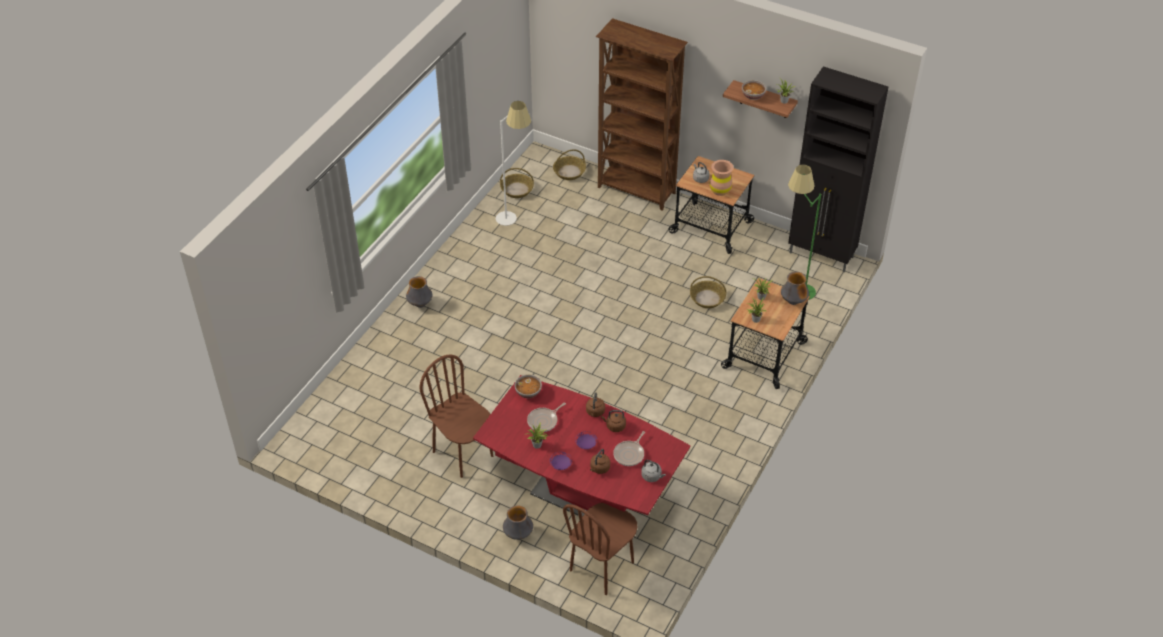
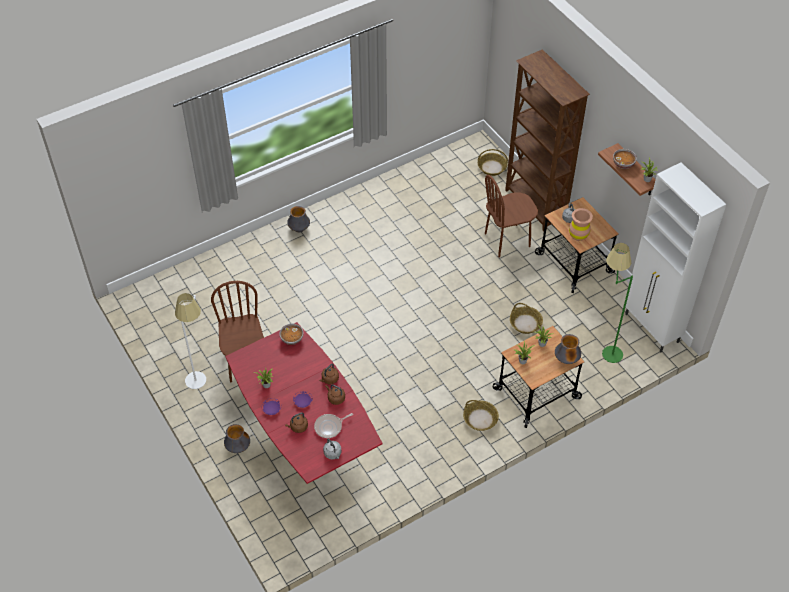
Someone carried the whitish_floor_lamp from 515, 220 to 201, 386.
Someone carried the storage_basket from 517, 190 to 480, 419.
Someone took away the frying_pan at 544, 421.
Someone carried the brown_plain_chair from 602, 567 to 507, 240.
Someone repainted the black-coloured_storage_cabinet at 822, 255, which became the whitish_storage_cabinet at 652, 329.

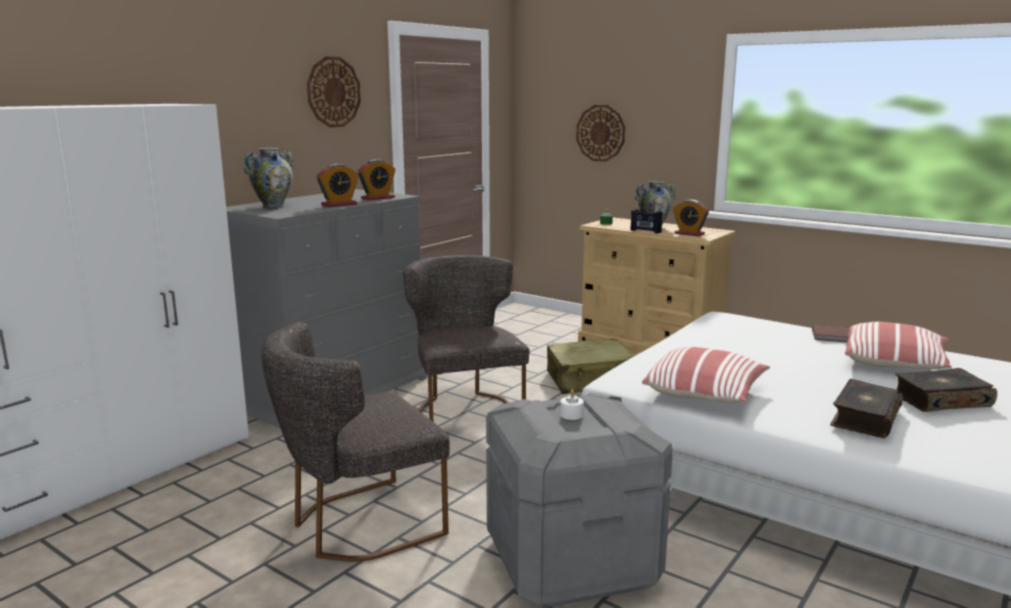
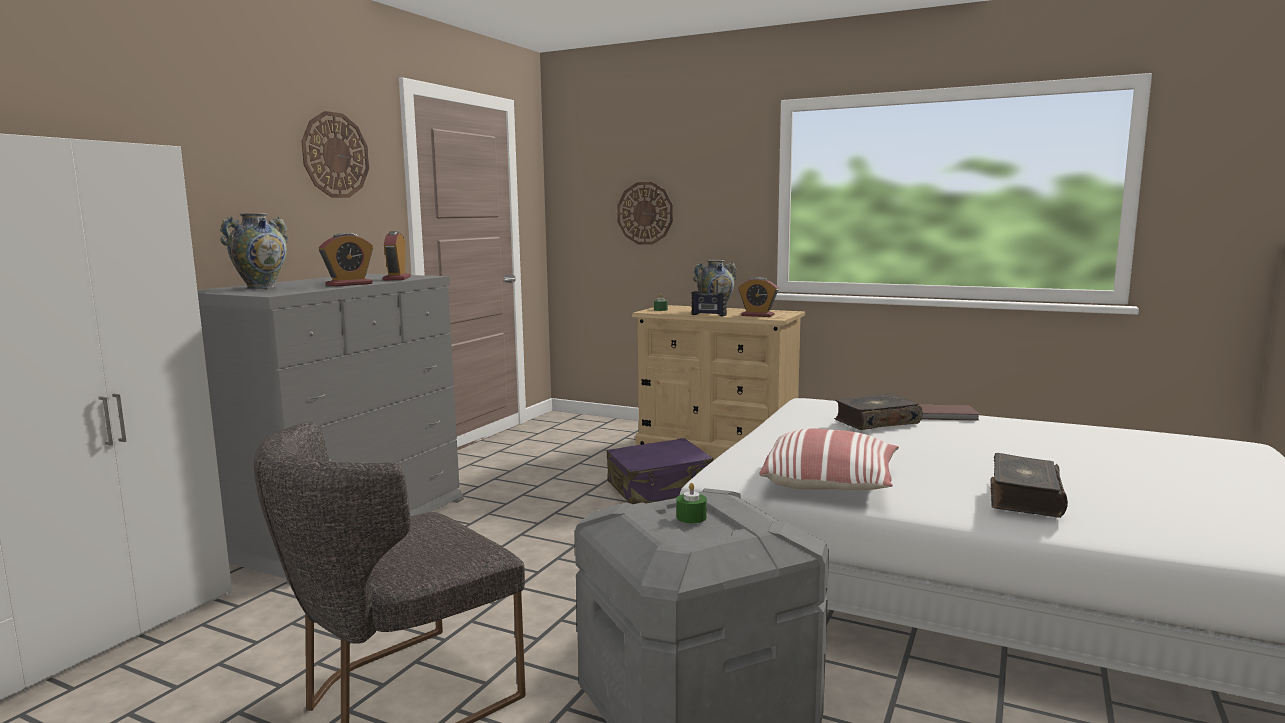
Someone rotated the bedside_clock at 378, 198 by 135 degrees clockwise.
Someone took away the grey_plain_chair at 465, 410.
Someone repainted the beige_travel_case at 590, 380, which became the purplish_travel_case at 660, 488.
Someone repainted the whitish_wax_candle at 571, 414, which became the green_wax_candle at 691, 517.
Someone took away the throw_pillow at 894, 363.
Someone carried the volume from 940, 400 to 876, 422.

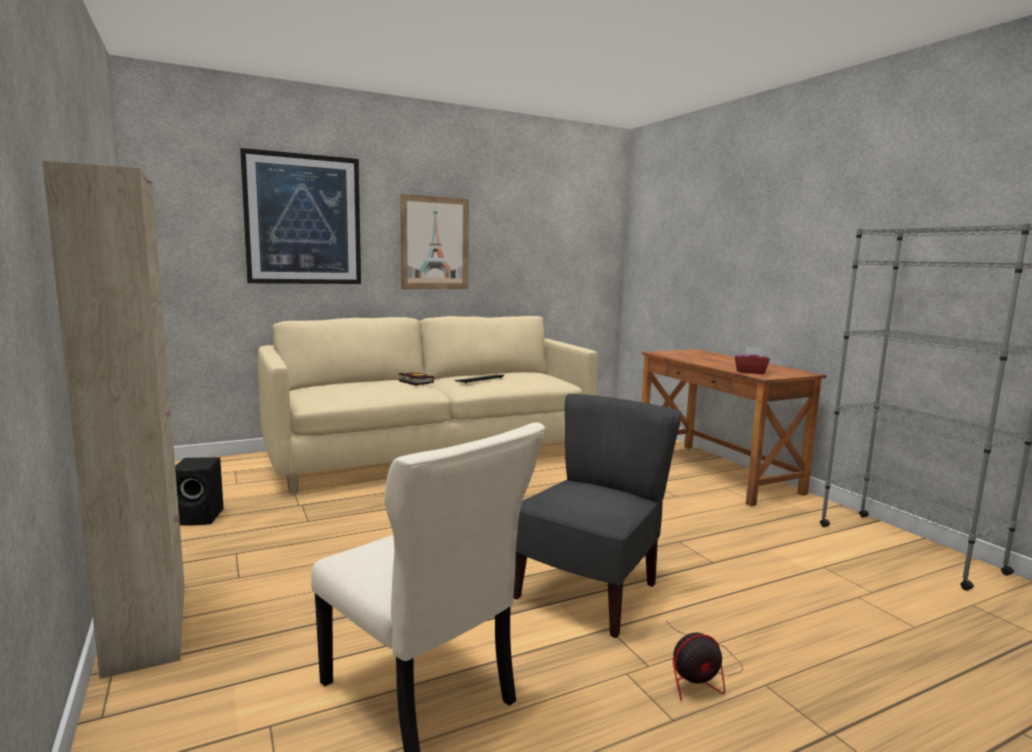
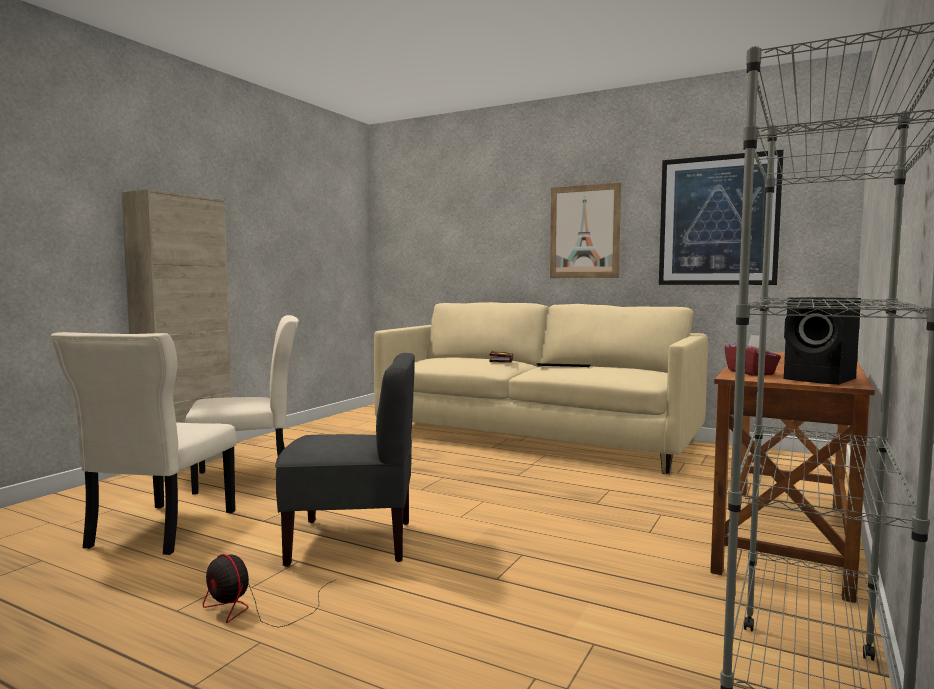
Someone carried the black-coloured_speaker from 201, 517 to 822, 380.
Someone carried the wall_art from 303, 220 to 718, 220.
Someone put down the beige_plain_chair at 249, 478.

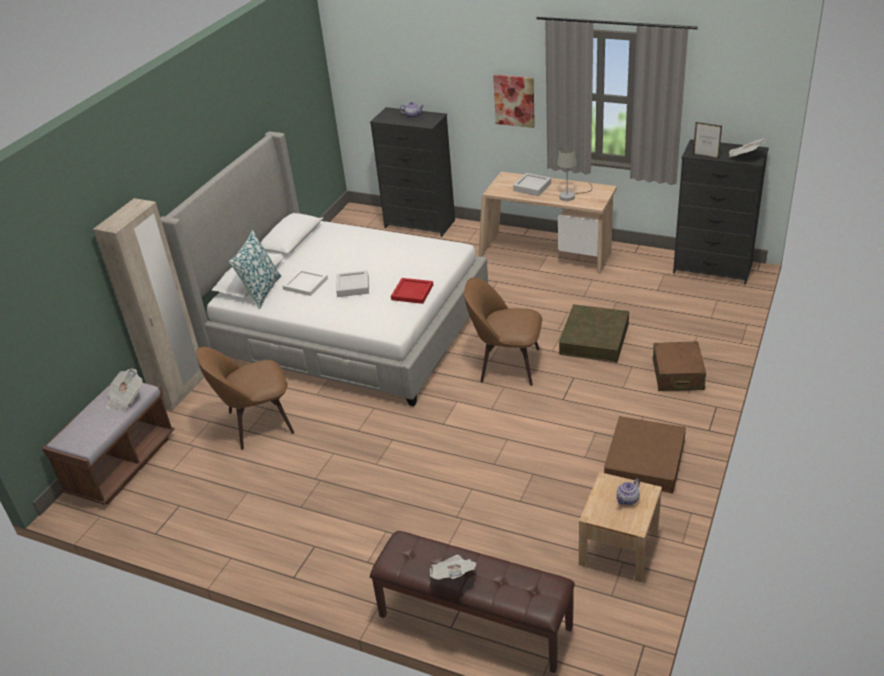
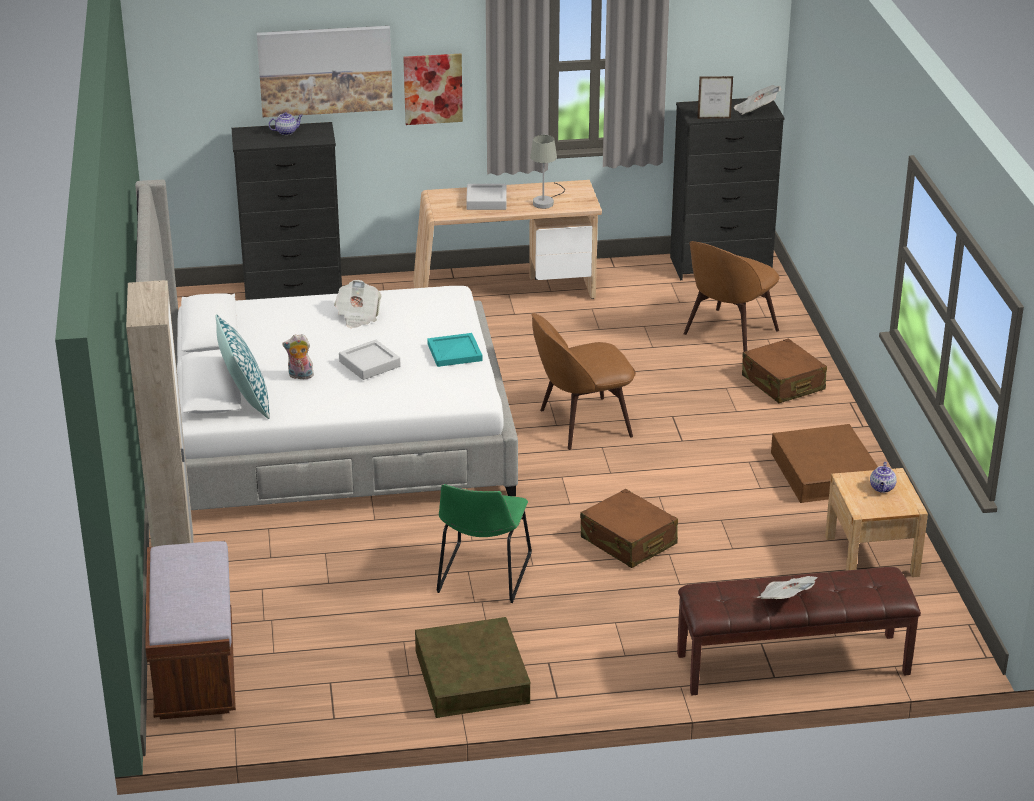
Someone carried the daily_paper from 125, 398 to 358, 316.
Someone carried the brown_plain_chair from 257, 423 to 728, 334.
Someone swapped the whitish_serving_tray at 306, 284 for the cuddly_toy at 300, 376.
Someone repainted the reddish_serving_tray at 411, 292, which became the turquoise_serving_tray at 454, 353.
Someone carried the brown_storage_bin from 594, 339 to 472, 677.
Someone put up the wall_art at 325, 70.
Someone put down the green_plain_chair at 483, 576.
Someone put down the brown_travel_case at 628, 541.

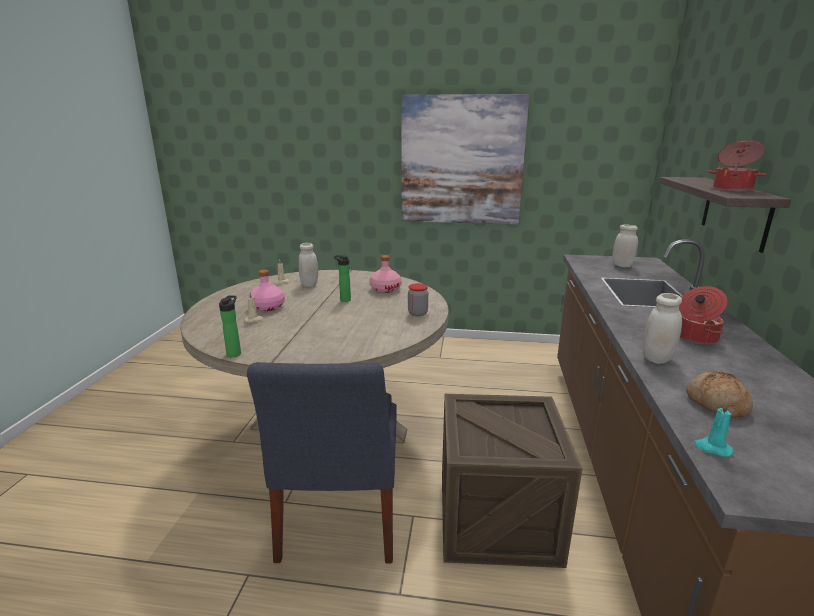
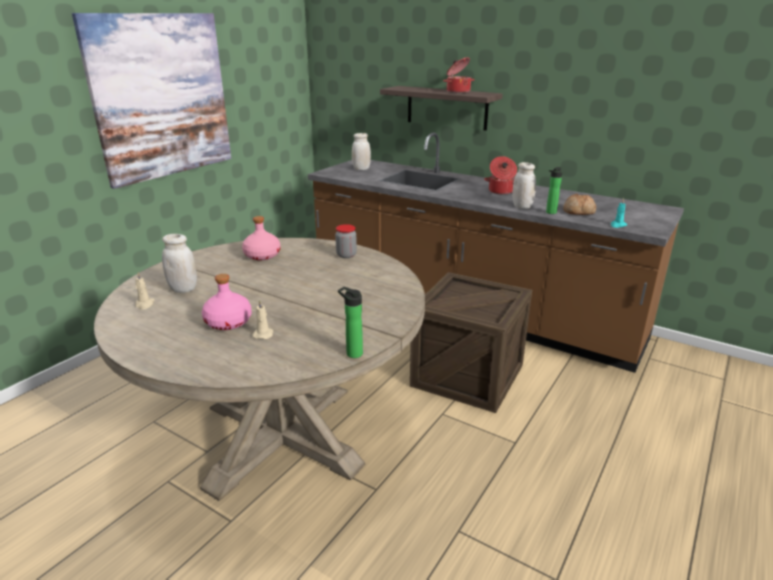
Someone took away the blue-coloured_plain_chair at 339, 518.
Someone carried the drink_bottle from 344, 299 to 550, 213.

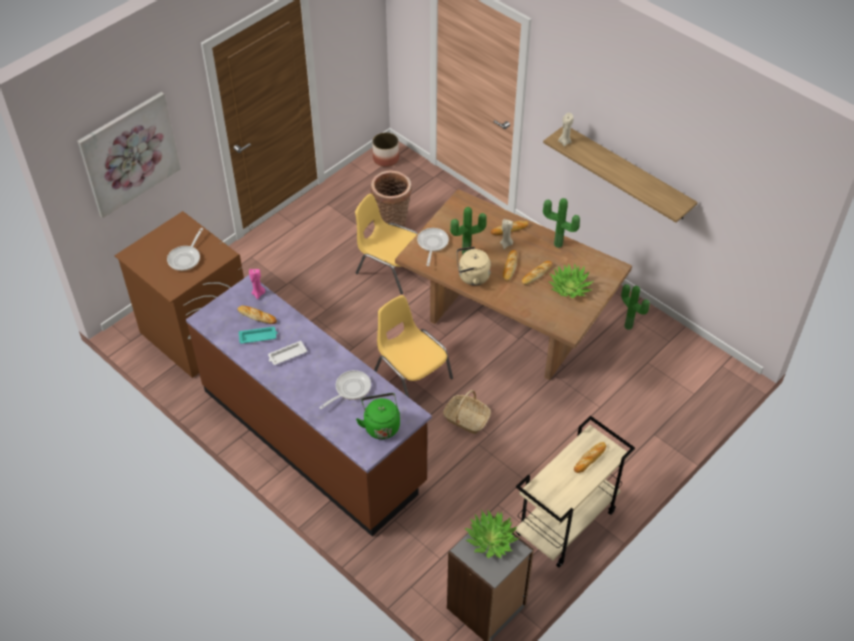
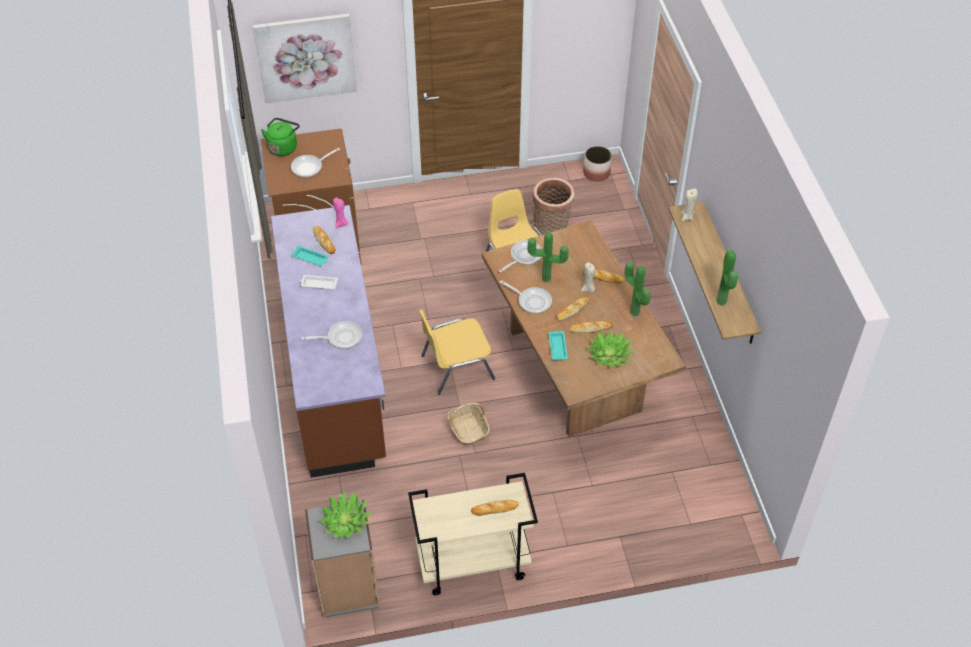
Someone carried the green_water_kettle from 381, 425 to 283, 147.
Someone rotated the yellow_plain_chair at 412, 374 by 105 degrees counterclockwise.
Someone swapped the beige_water_kettle at 471, 277 for the frying_pan at 532, 301.
Someone carried the plant_in_a_pot from 629, 325 to 723, 301.
Someone put down the turquoise_serving_tray at 557, 347.

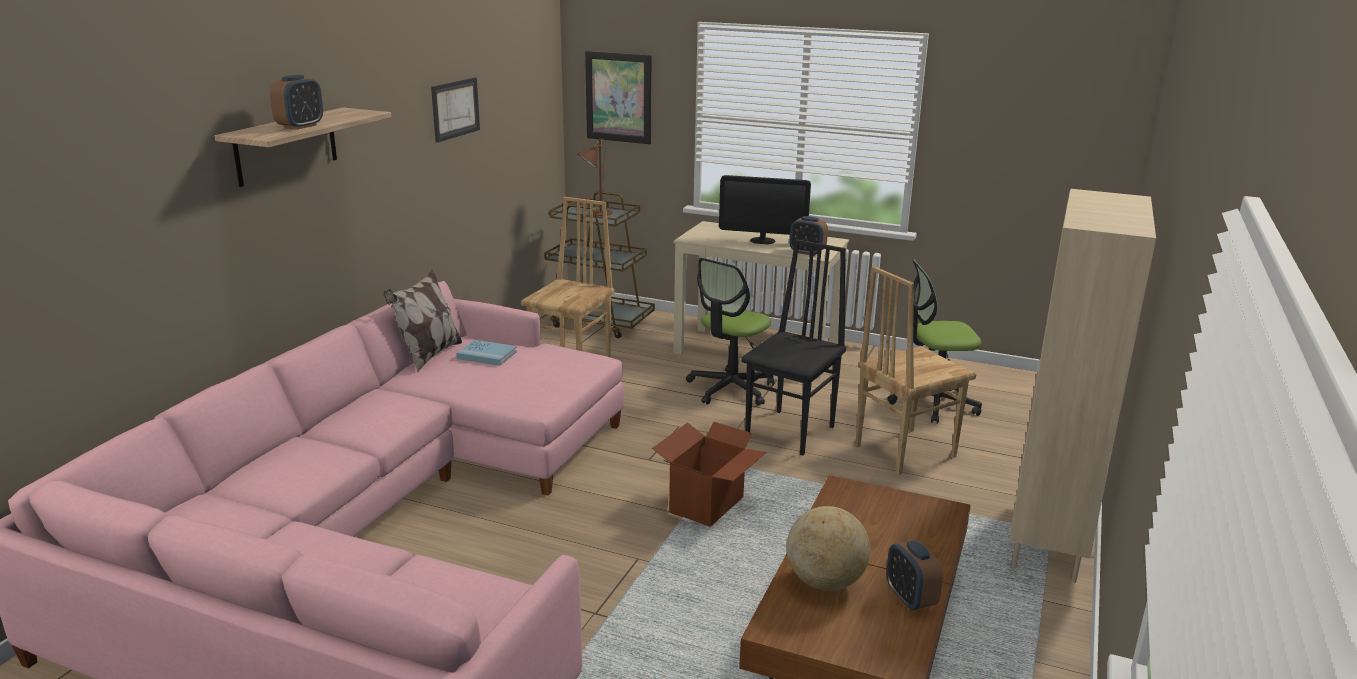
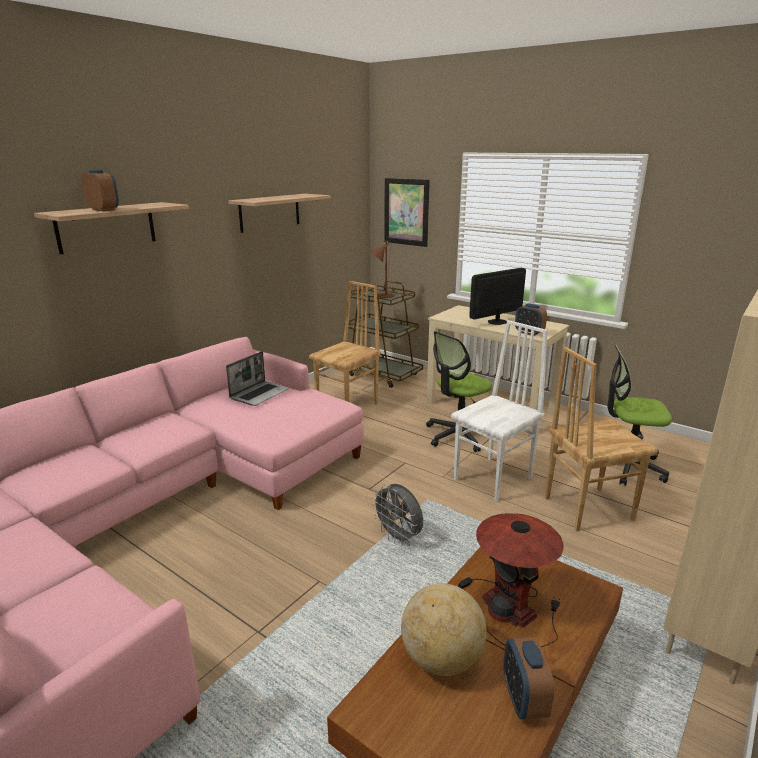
Someone rotated the bedside_clock at 300, 126 by 90 degrees counterclockwise.
Someone took away the throw_pillow at 428, 355.
Someone swapped the wall_art at 455, 109 for the bracket_shelf at 270, 212.
Someone swapped the blue-coloured_volume at 487, 355 for the portable_computer at 260, 394.
Someone swapped the cardboard_box at 707, 505 for the grey_fan at 398, 537.
Someone rotated the monitor at 762, 241 by 120 degrees clockwise.
Someone repainted the black-coloured_plain_chair at 792, 432, which became the whitish_plain_chair at 494, 479.
Someone put down the lamp_for_a_table at 509, 608.

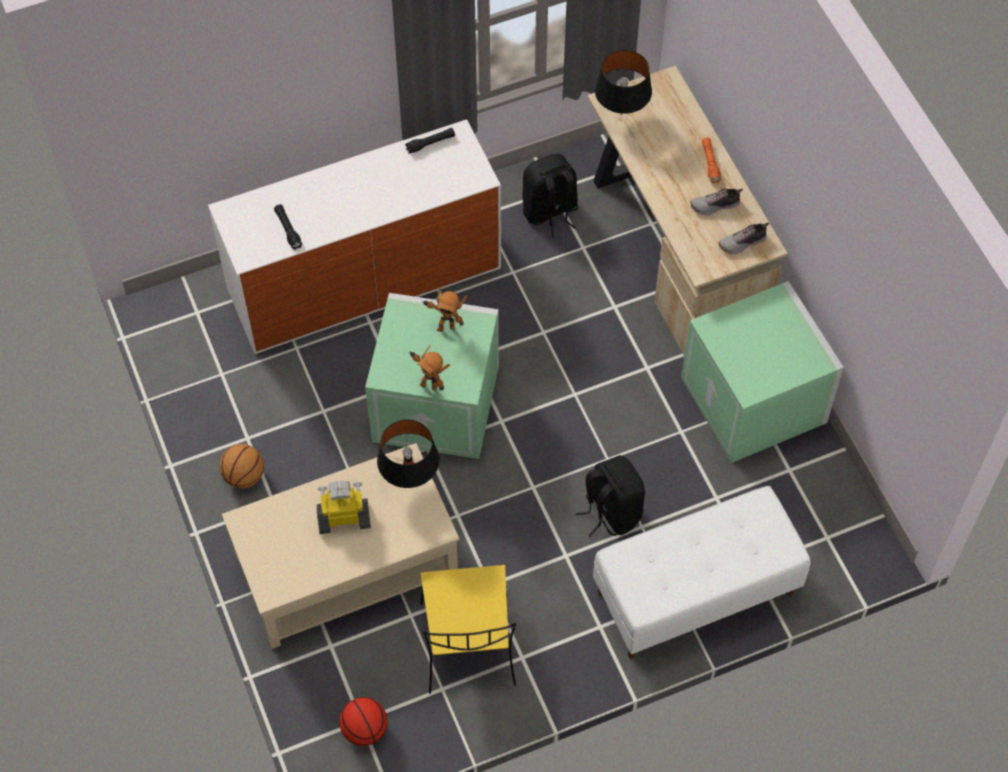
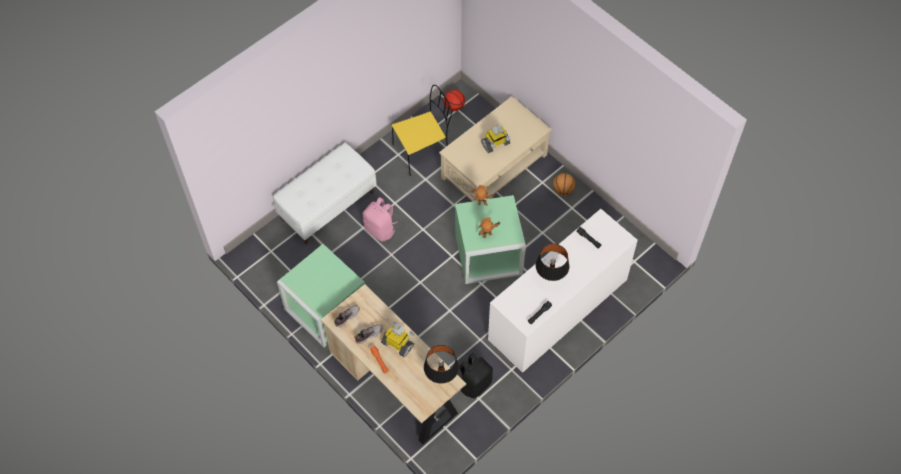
Someone carried the black-coloured_lamp_for_a_table from 410, 479 to 550, 276.
Someone rotated the yellow_plain_chair at 468, 647 by 90 degrees clockwise.
Someone repainted the black-coloured_knapsack at 611, 511, which became the pinkish_knapsack at 380, 229.
Someone put down the robot_figure at 398, 344.

